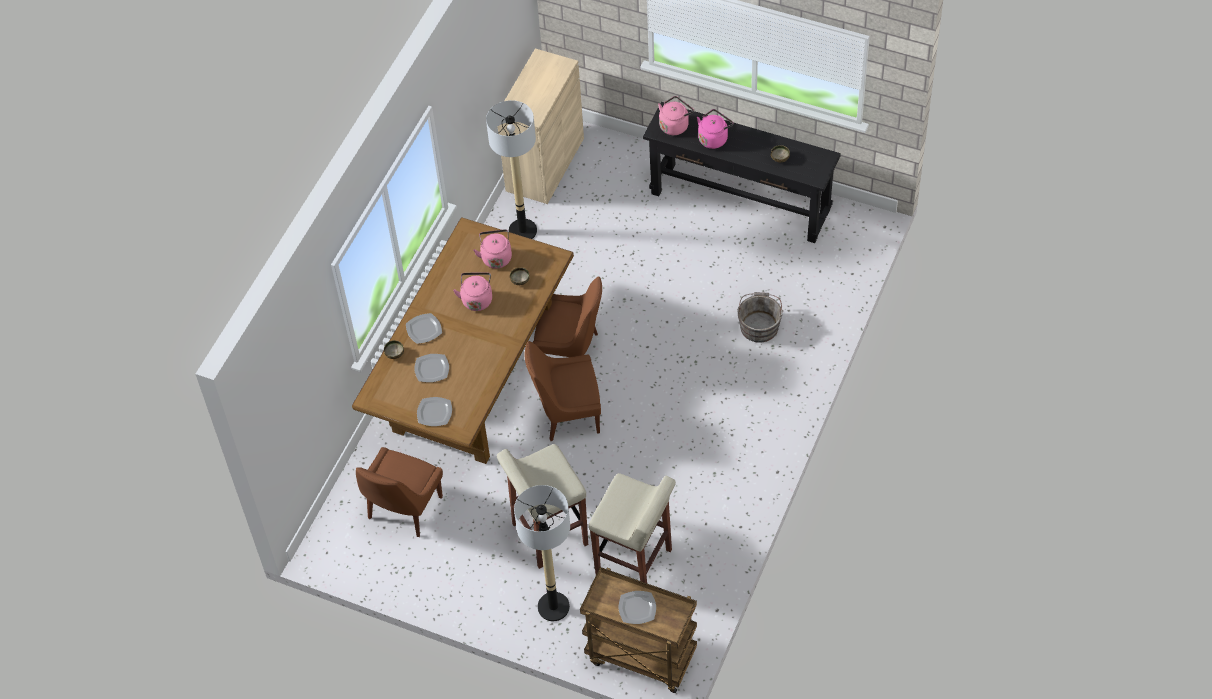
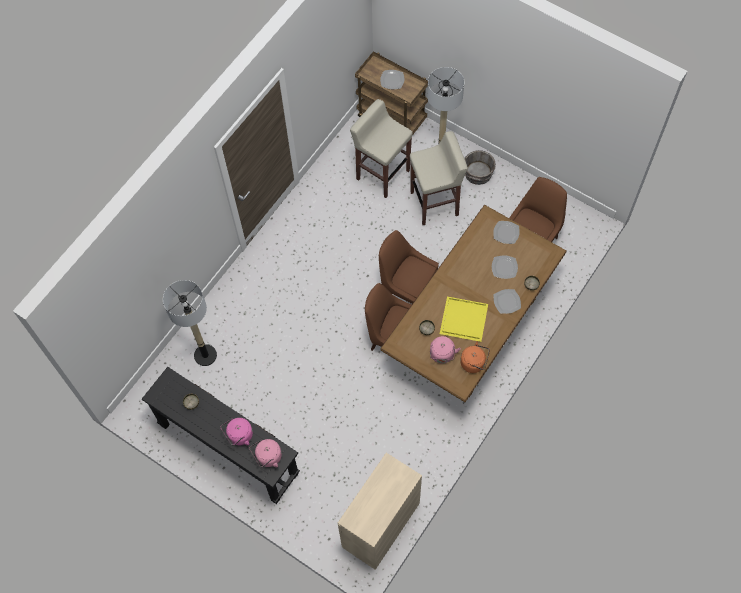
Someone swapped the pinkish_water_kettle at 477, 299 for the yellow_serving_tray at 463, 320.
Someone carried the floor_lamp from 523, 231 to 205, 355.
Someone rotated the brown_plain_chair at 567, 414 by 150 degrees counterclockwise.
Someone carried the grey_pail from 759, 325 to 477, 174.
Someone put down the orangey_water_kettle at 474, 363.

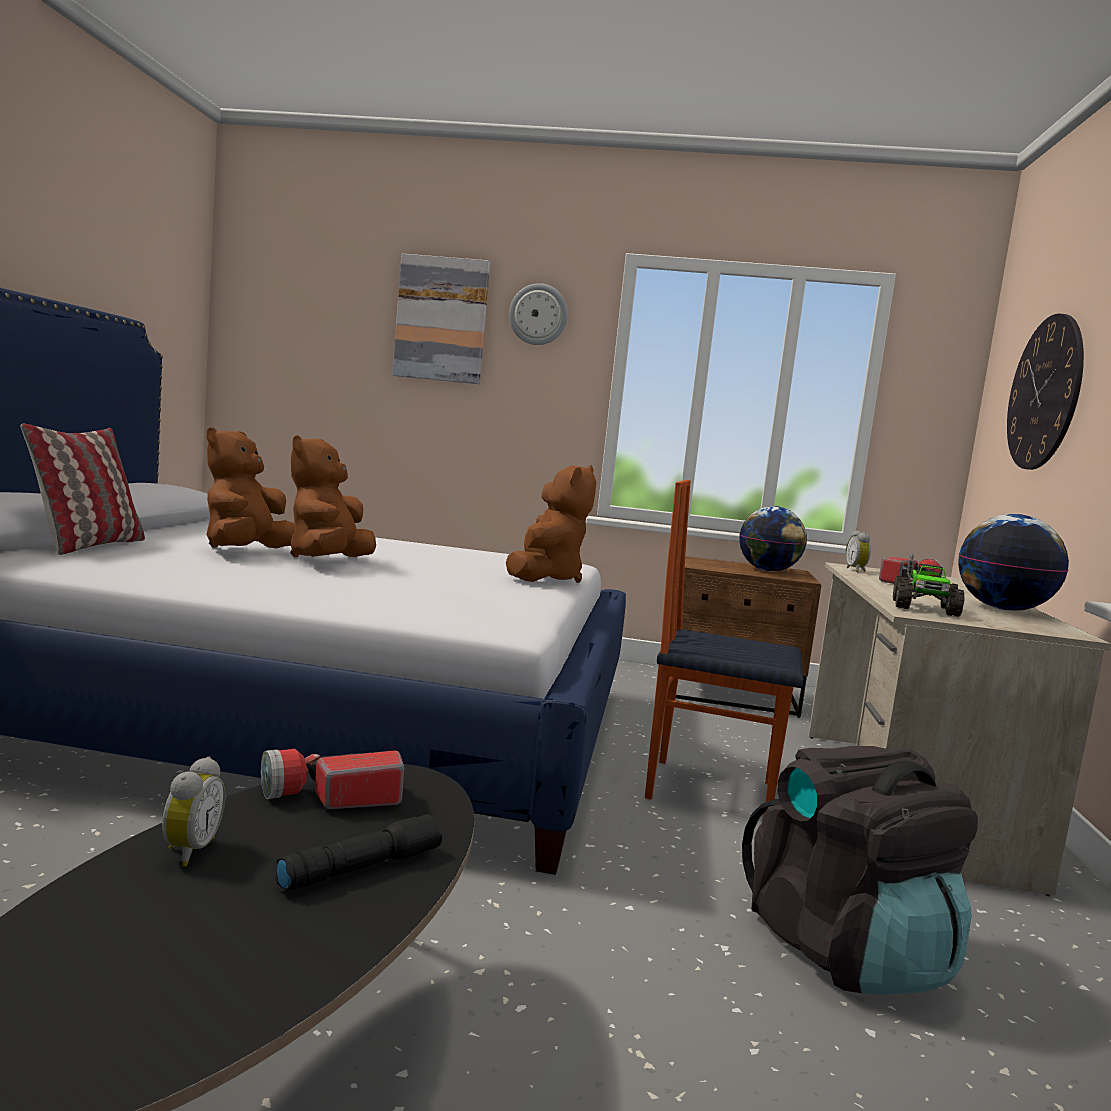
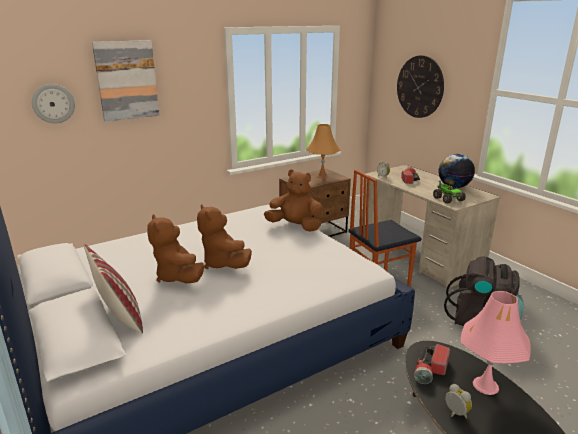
Someone swapped the black-coloured_flashlight at 361, 867 for the pinkish_lamp_for_a_table at 485, 385.
Someone rotated the brown_cuddly_toy at 545, 578 by 45 degrees counterclockwise.
Someone carried the hanging_clock from 538, 314 to 53, 103.
Someone swapped the world_globe at 768, 571 for the orangey_lamp_for_a_table at 322, 176.

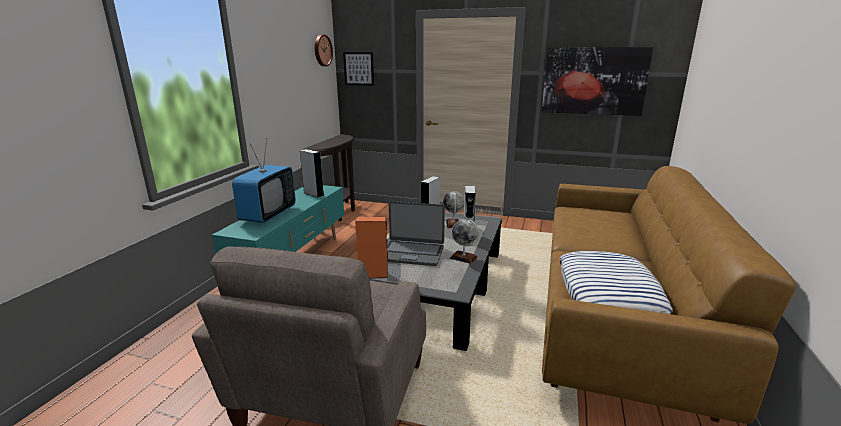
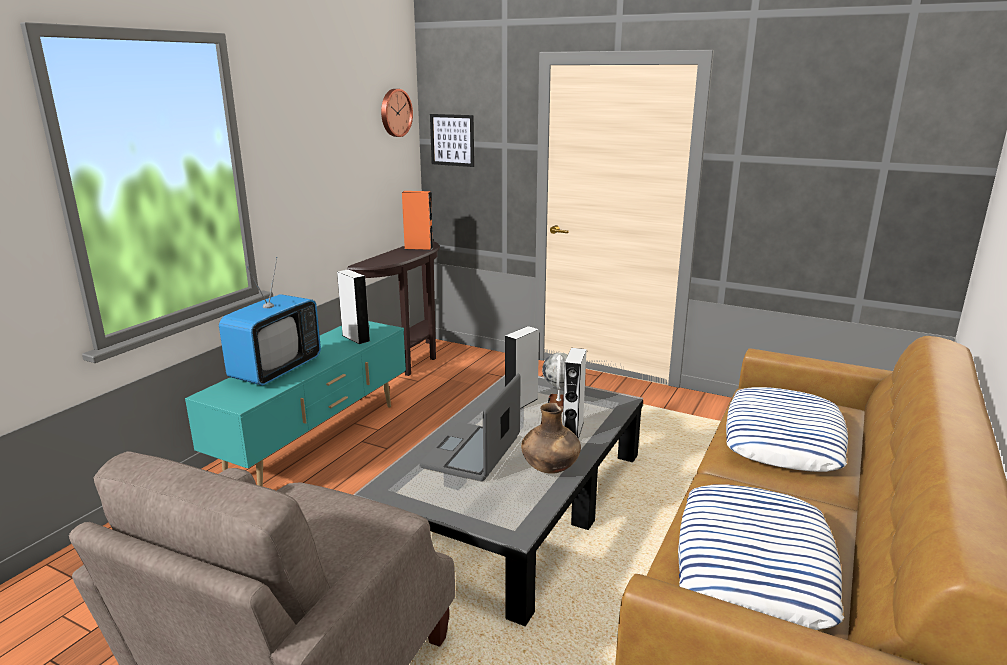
Someone carried the orangey_speaker from 373, 275 to 418, 248.
Someone rotated the portable_computer at 412, 253 by 90 degrees clockwise.
Someone swapped the world_globe at 463, 258 for the brown_decorative_vase at 550, 468.
Someone took away the wall_art at 594, 81.
Someone put down the throw_pillow at 783, 438.

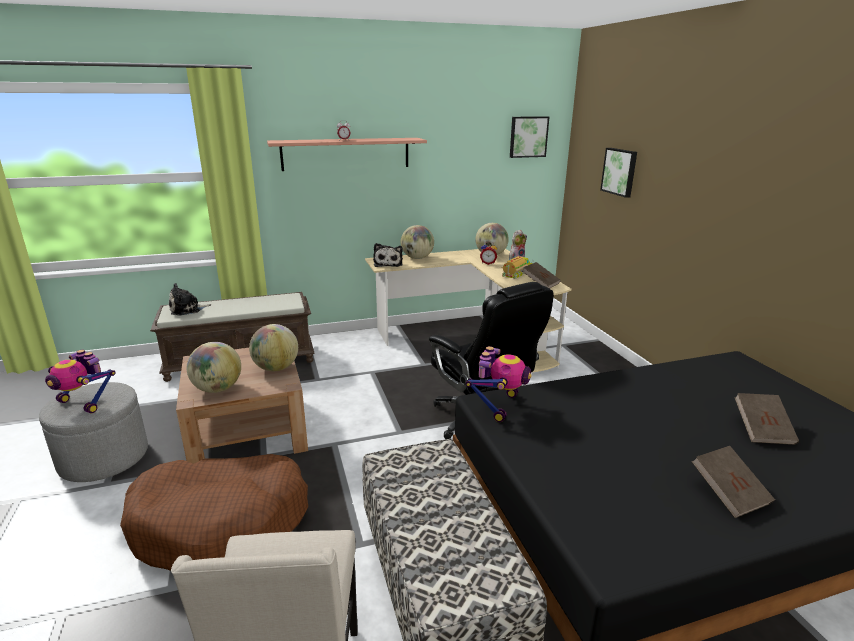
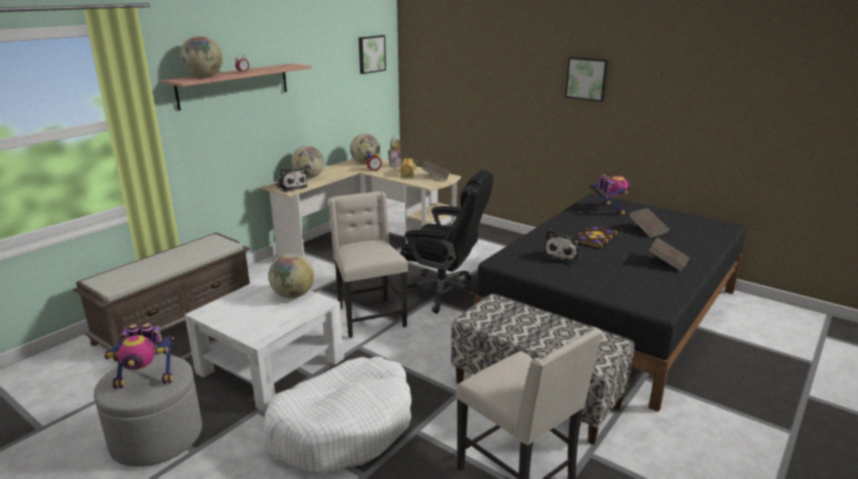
Someone repainted the brown_dog_bed at 221, 523, which became the whitish_dog_bed at 343, 427.
Someone carried the cuddly_toy from 187, 309 to 563, 255.
Someone repainted the brown_coffee_table at 248, 431, which became the whitish_coffee_table at 271, 365.
Someone carried the world_globe from 217, 389 to 204, 77.
Someone carried the robot_figure from 498, 405 to 609, 209.
Someone carried the wall_art from 620, 172 to 587, 78.
Someone put down the beige_plain_chair at 369, 317.
Someone put down the volume at 595, 238.

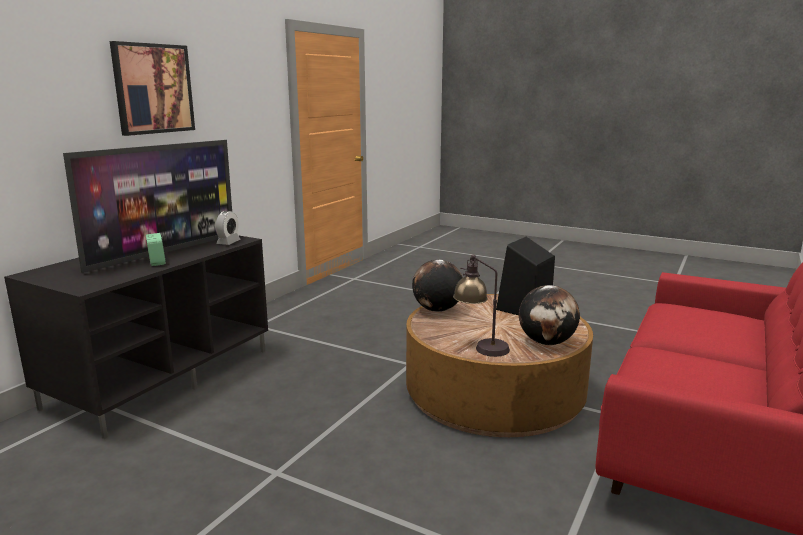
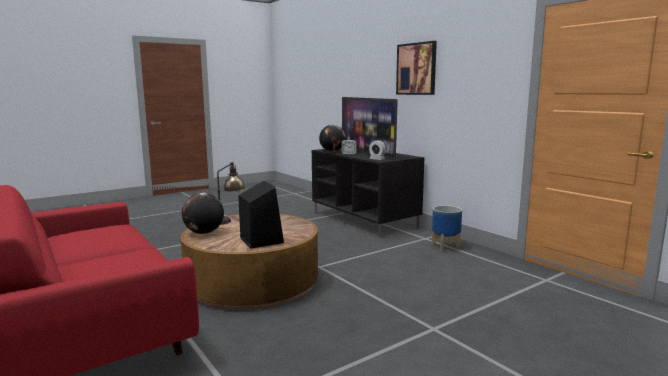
Someone carried the world_globe from 437, 310 to 332, 151.
Someone put down the flower_pot at 446, 247.

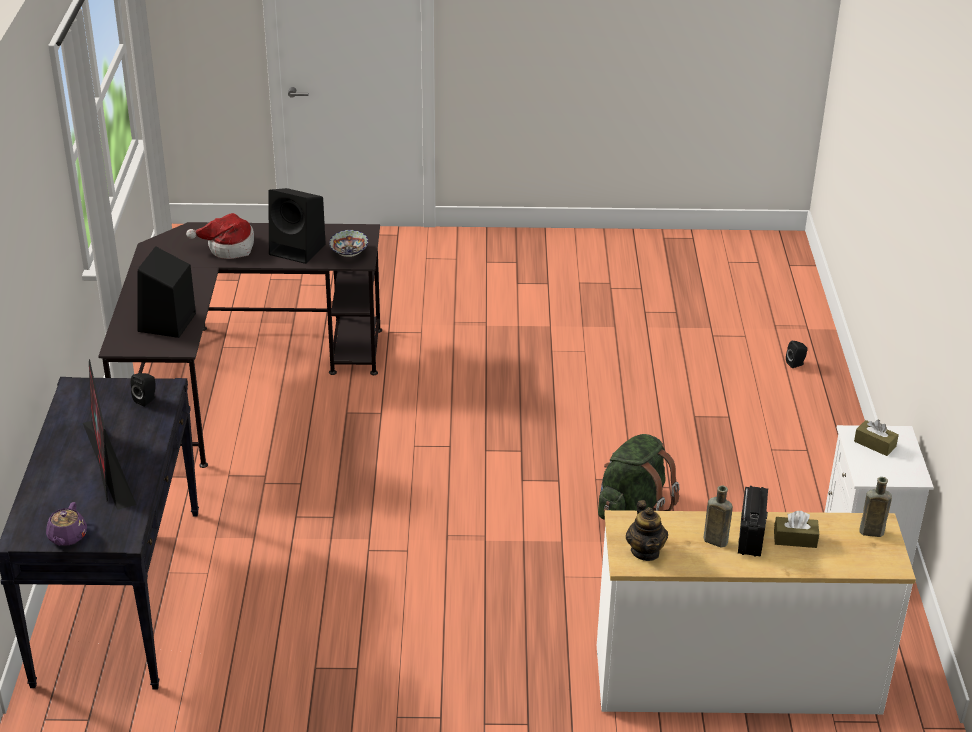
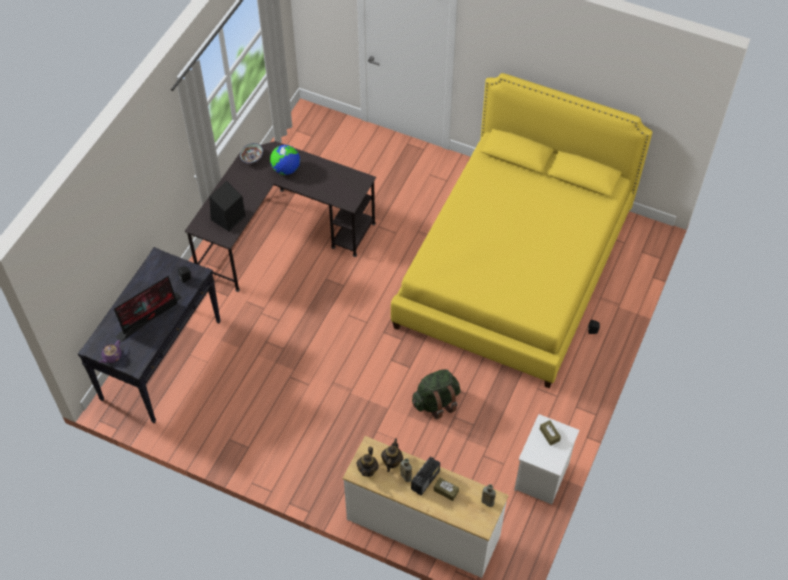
Someone rotated the monitor at 108, 464 by 135 degrees counterclockwise.
Someone swapped the clothing_hat at 228, 248 for the world_globe at 286, 169.
Someone took away the black-coloured_speaker at 299, 249.
Someone carried the bowl from 349, 253 to 252, 158.
Someone put down the pot_for_tea at 391, 461.
Someone put down the yellow_bed at 514, 269.

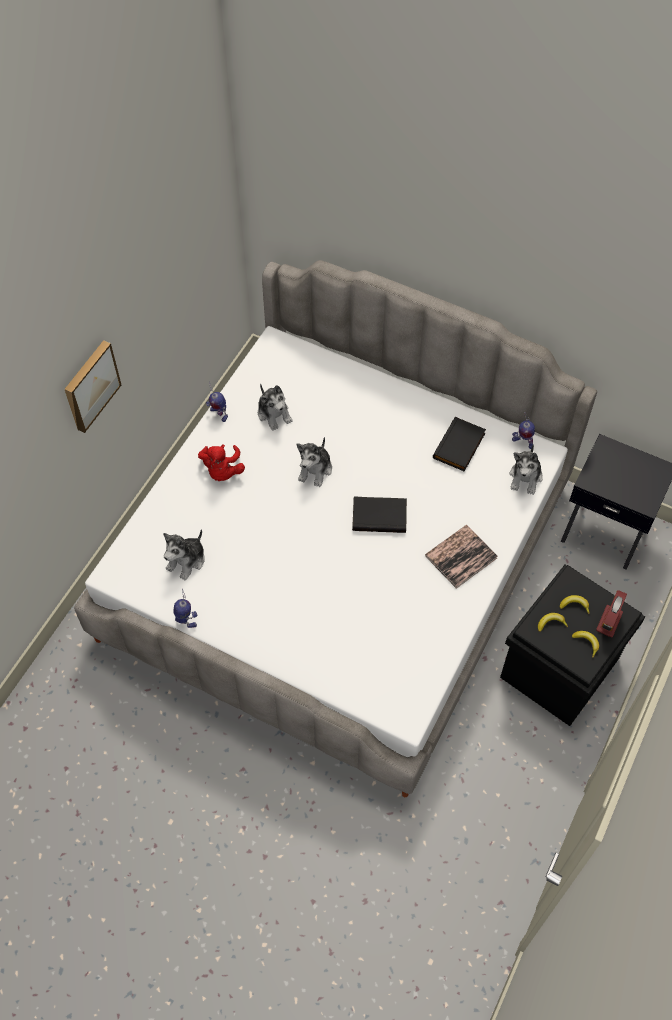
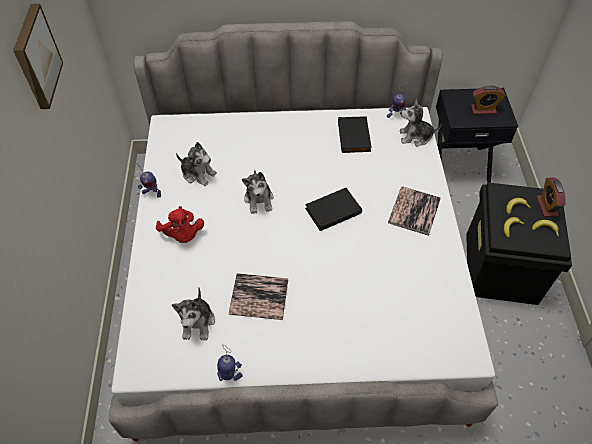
Someone carried the wall_art from 90, 385 to 35, 57.
Someone rotated the cuddly_toy at 525, 477 by 105 degrees clockwise.
Someone put down the volume at 259, 297.
Someone put down the bedside_clock at 483, 110.

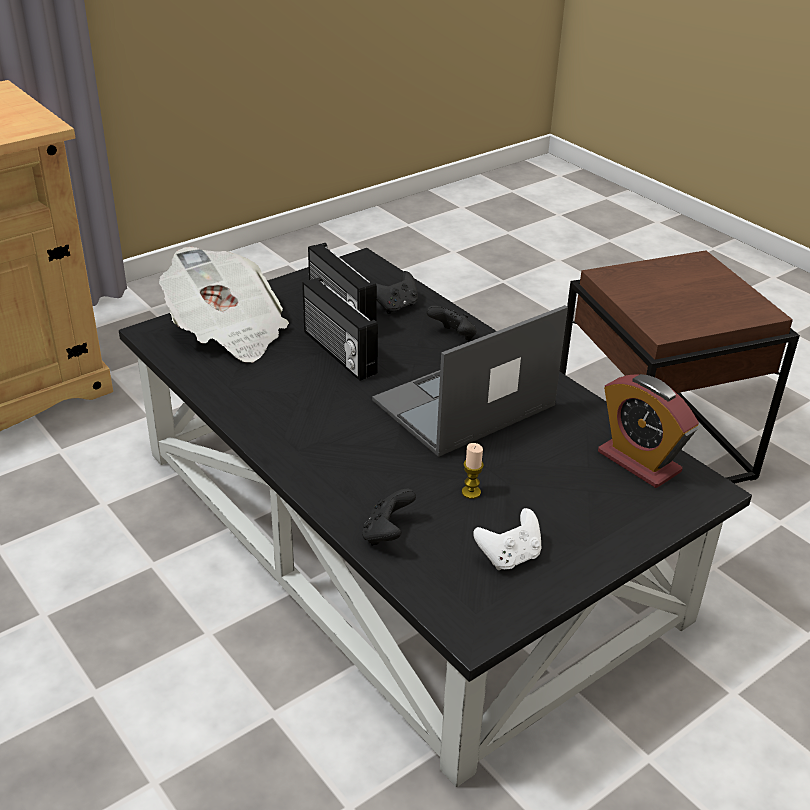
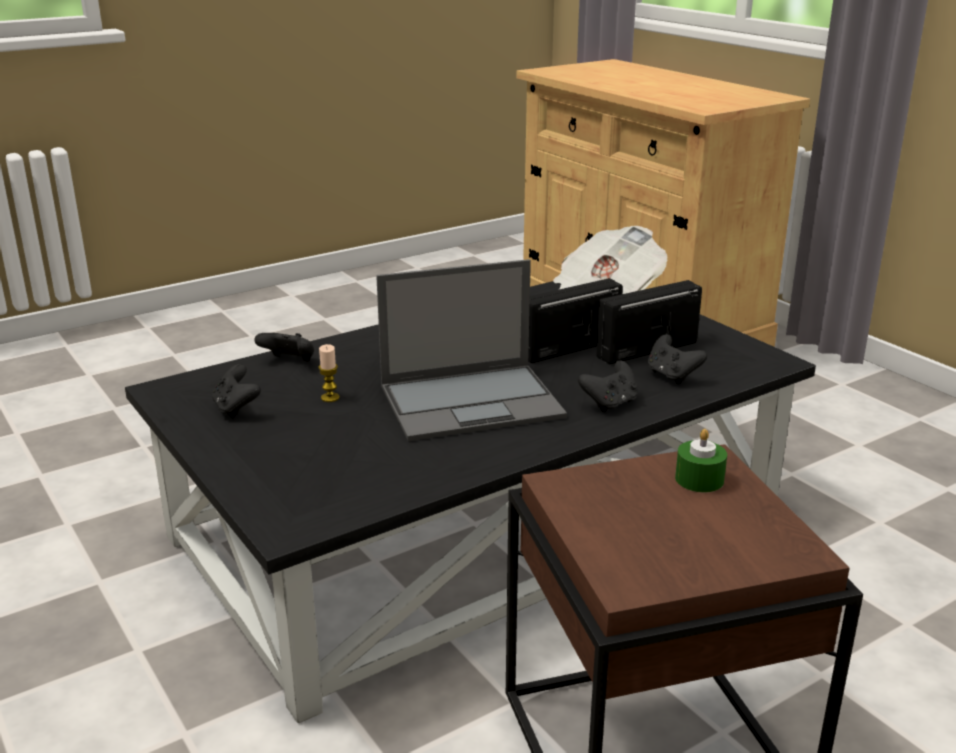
Someone rotated the portable_computer at 462, 404 by 105 degrees clockwise.
Someone repainted the whitish_joypad at 509, 557, which became the black-coloured_joypad at 236, 409.
Someone took away the bedside_clock at 639, 462.
Someone put down the green_wax_candle at 699, 479.

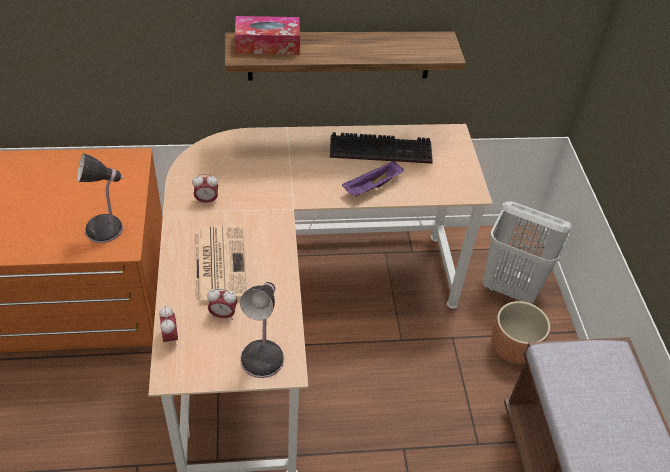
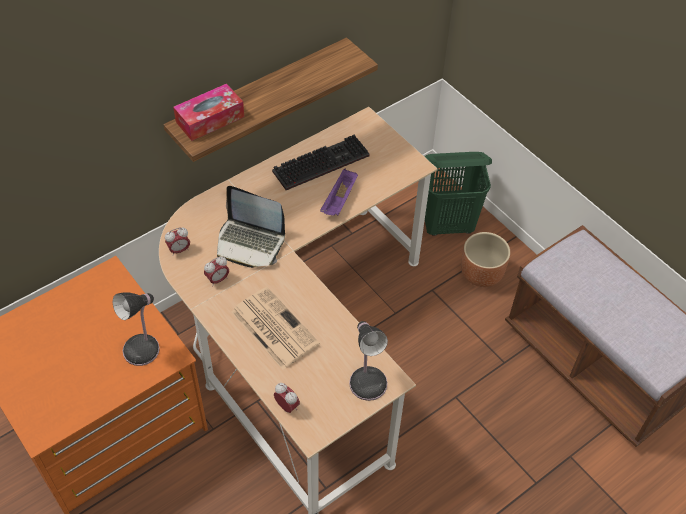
Someone carried the bedside_clock from 223, 315 to 179, 250.
Someone repainted the whitish_laundry_basket at 511, 288, which became the green_laundry_basket at 448, 225.
Someone put down the portable_computer at 250, 242.

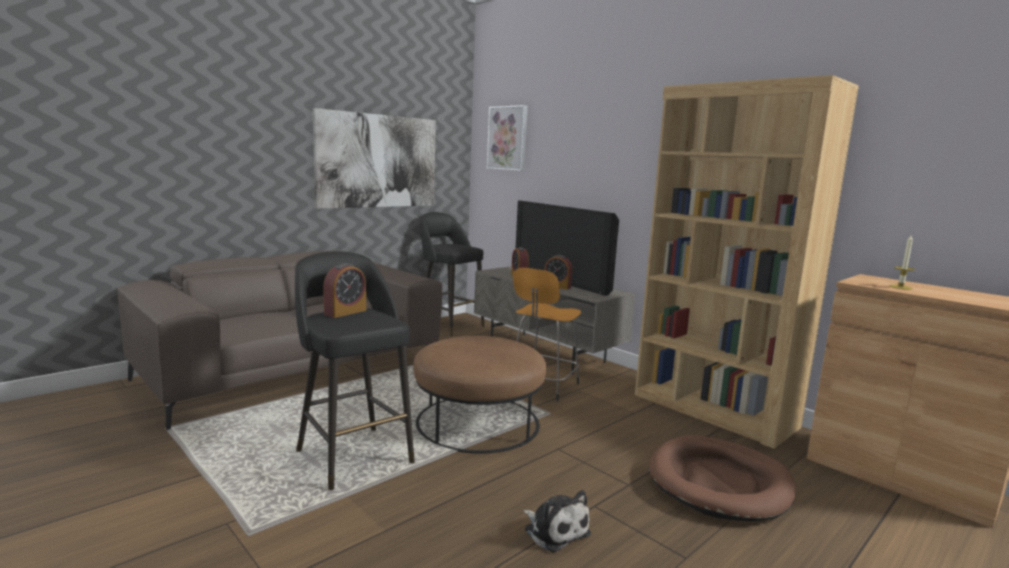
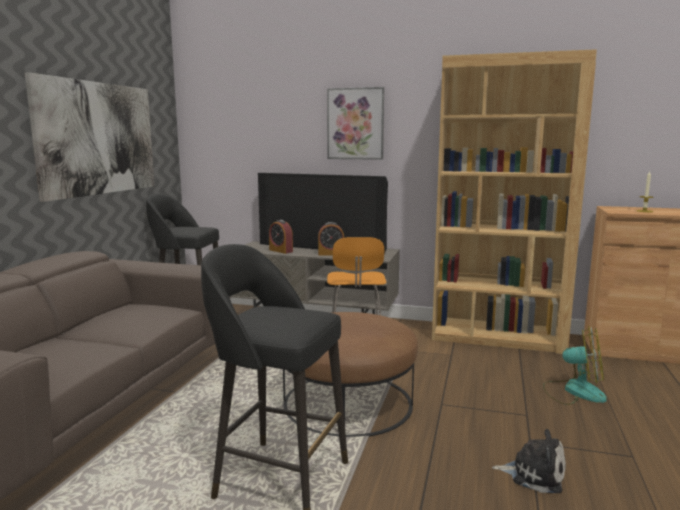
Someone took away the bedside_clock at 345, 312.
Someone carried the wall_art from 507, 138 to 355, 124.
Someone swapped the brown_dog_bed at 719, 483 for the fan at 574, 391.

